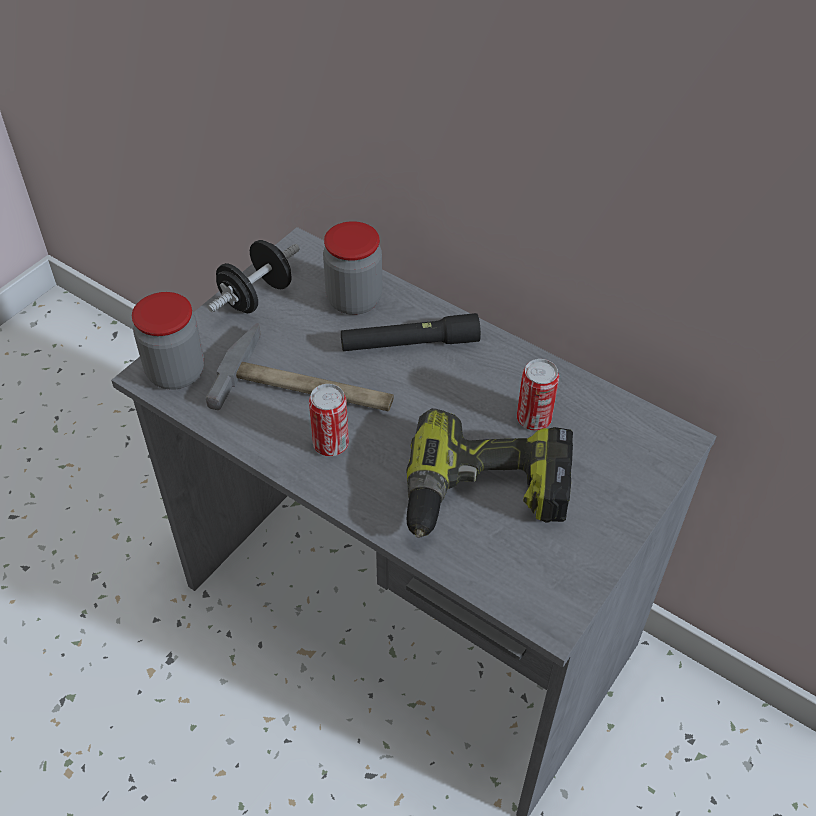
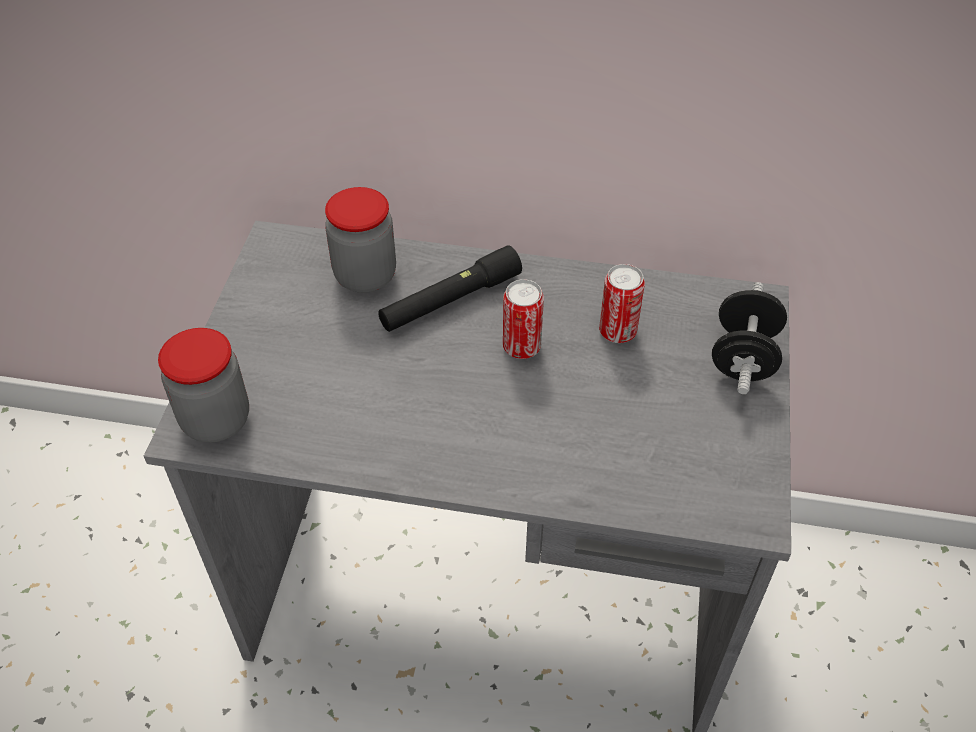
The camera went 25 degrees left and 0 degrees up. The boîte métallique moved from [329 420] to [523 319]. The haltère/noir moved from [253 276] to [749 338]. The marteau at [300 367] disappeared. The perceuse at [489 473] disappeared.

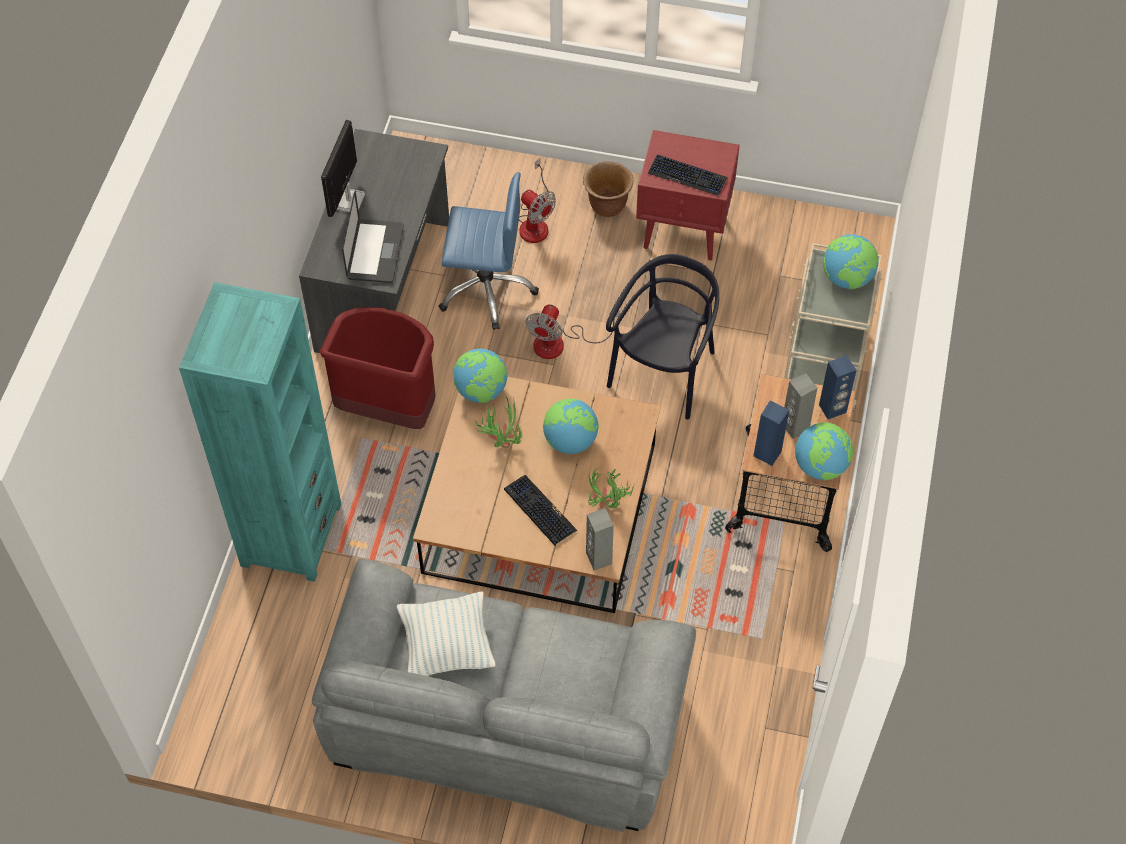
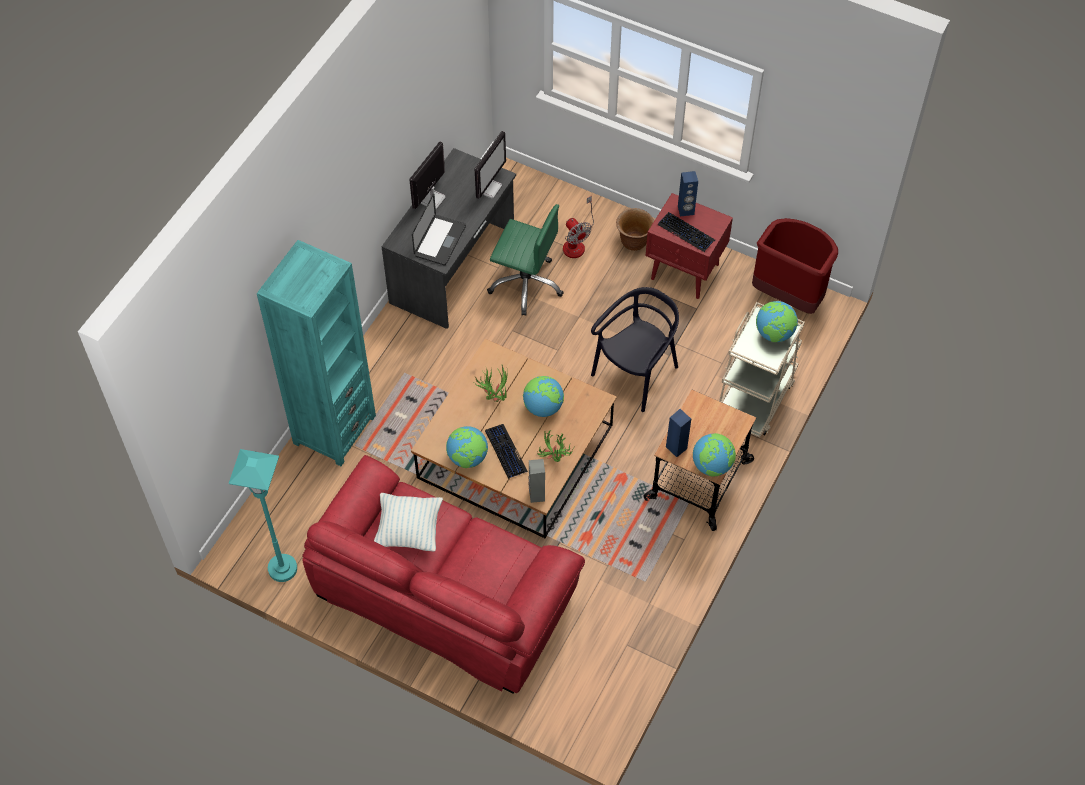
The camera went 15 degrees right and 0 degrees up. The lampadaire/turquoise at [263 515] appeared. The canapé/gris at [504 695] became the canapé/rouge at [443 574]. The globe moved from [480 376] to [467 447]. The écran d'ordinateur at [490 165] appeared. The chaise de bureau/bleu at [488 251] became the chaise de bureau/vert at [525 260]. The enceinte/bleu moved from [838 387] to [688 194]. The poubelle/rouge moved from [377 368] to [795 266]. The ventilateur at [572 331] disappeared. The enceinte/gris at [800 406] disappeared.

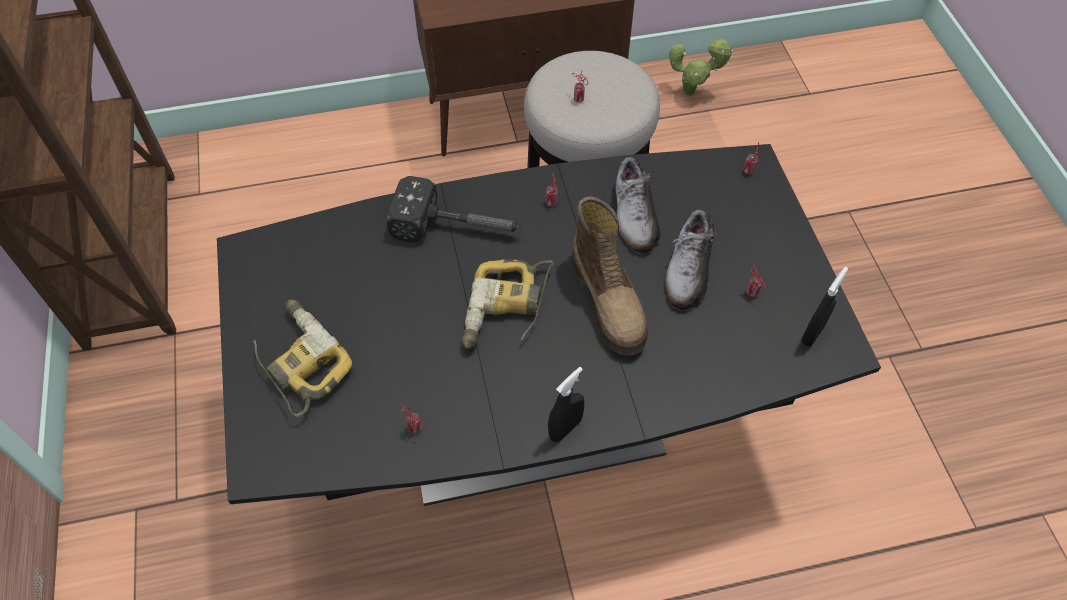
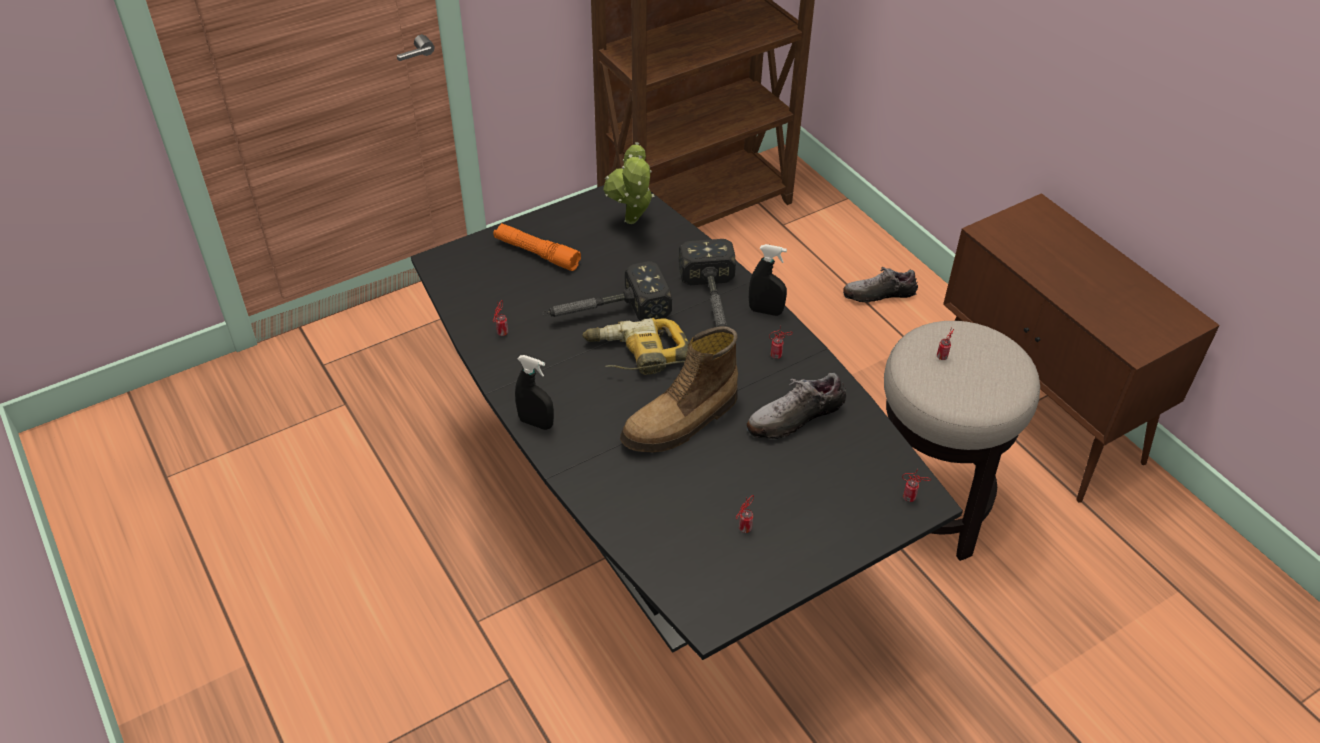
The camera went 70 degrees right and 10 degrees down. The perceuse at [303 359] was replaced by the lampe de poche/orange at [537 247]. The marteau at [607 290] appeared. The plante en pot moved from [701 67] to [629 183]. The vaporisateur/noir moved from [824 306] to [768 280]. The chaussure moved from [690 259] to [880 284].

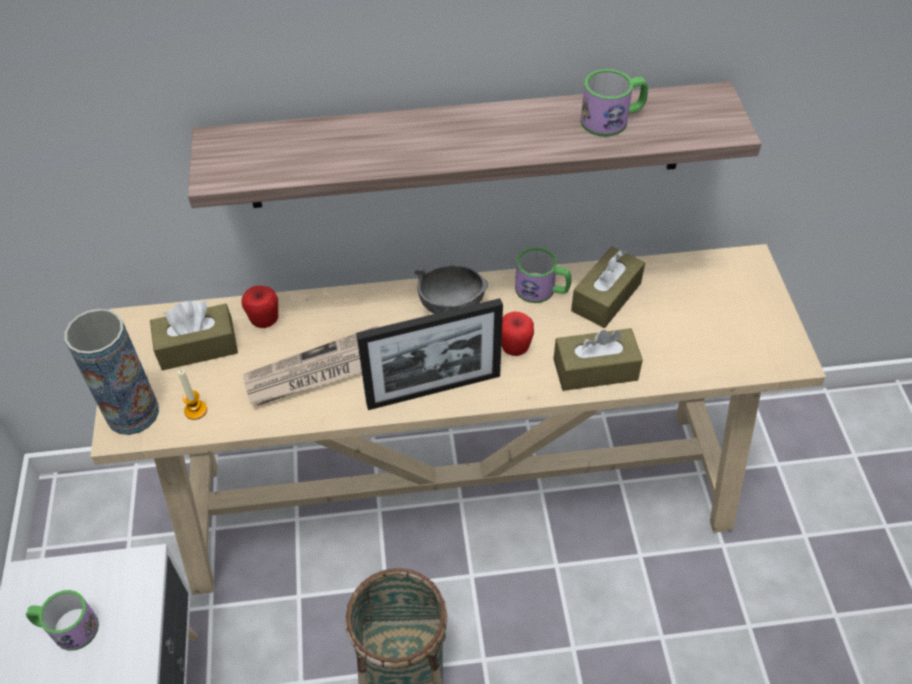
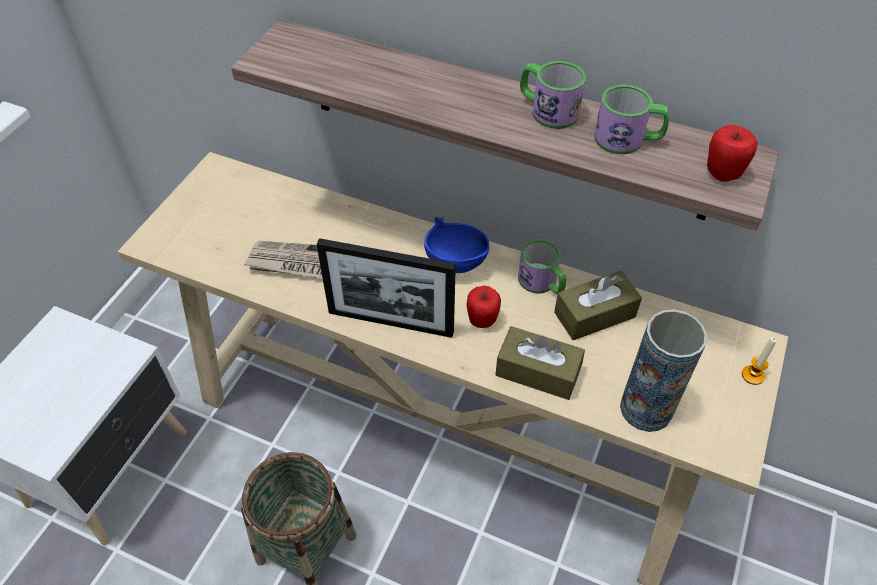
The camera went 30 degrees right and 0 degrees up. The bol/gris at [451 289] became the bol/bleu at [457 245]. The mug moved from [62 620] to [553 95]. The vase moved from [112 372] to [663 370]. The pomme moved from [259 307] to [732 153]. The bougie moved from [192 394] to [759 361]. The boîte à mouchoirs/marron at [194 335] disappeared.

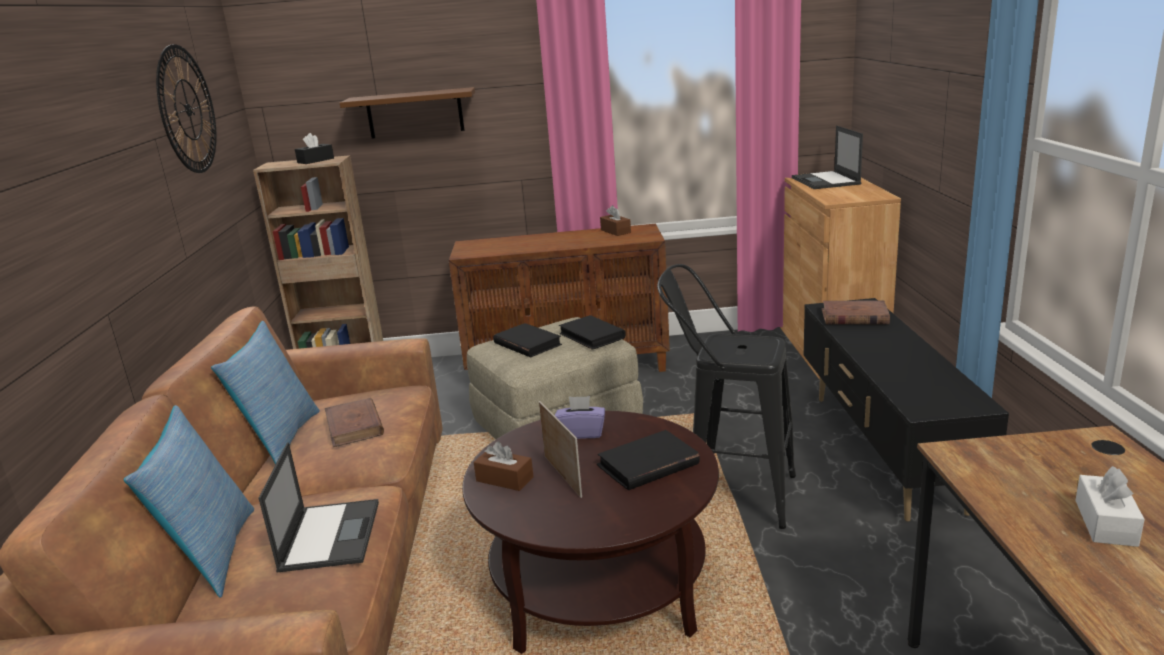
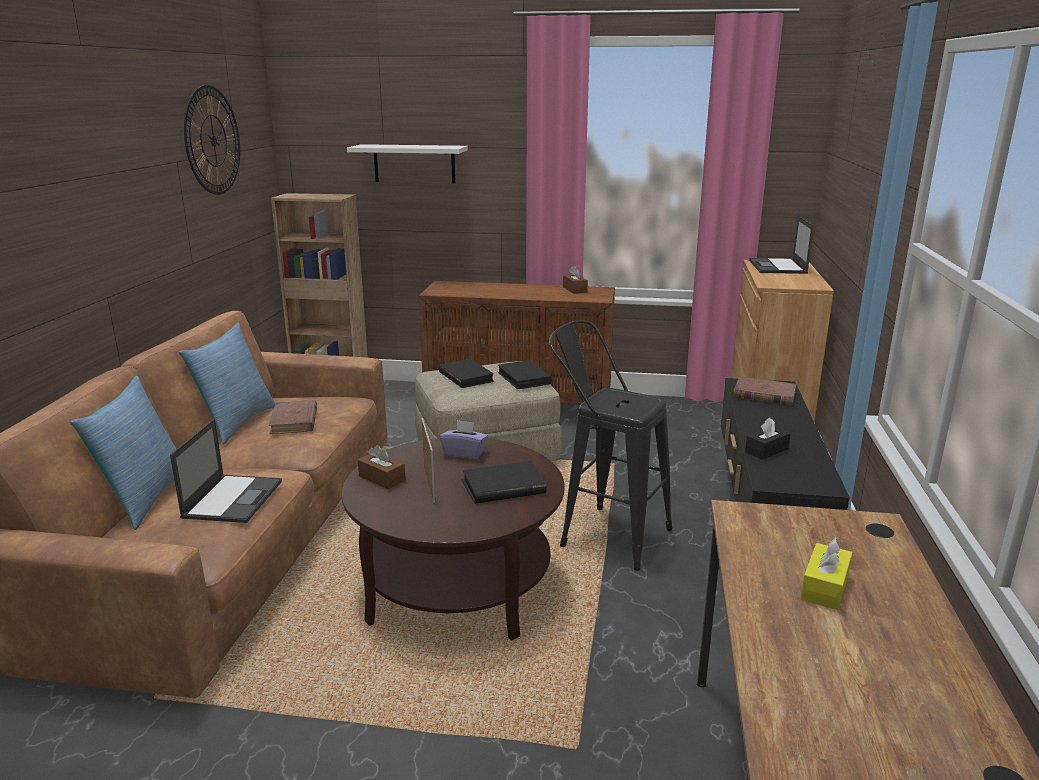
The camera went 10 degrees right and 0 degrees up. The étagère/marron at [407 113] became the étagère/blanc at [407 164]. The boîte à mouchoirs/noir moved from [314 148] to [768 439]. The boîte à mouchoirs/blanc at [1110 506] became the boîte à mouchoirs/jaune at [826 573].

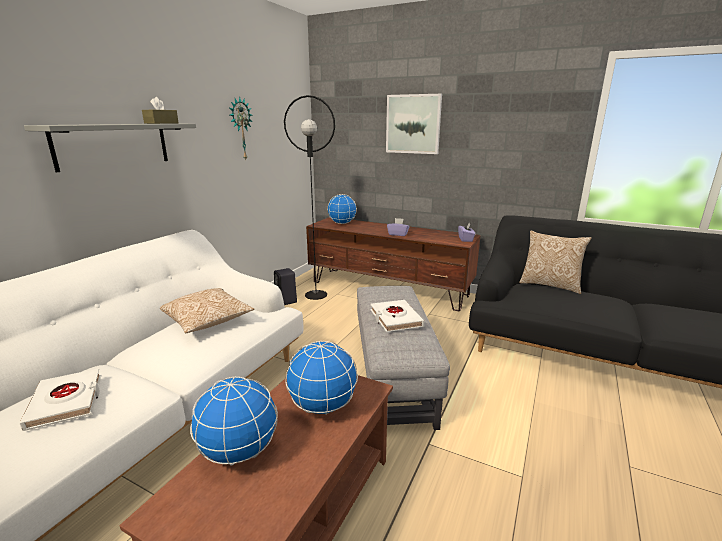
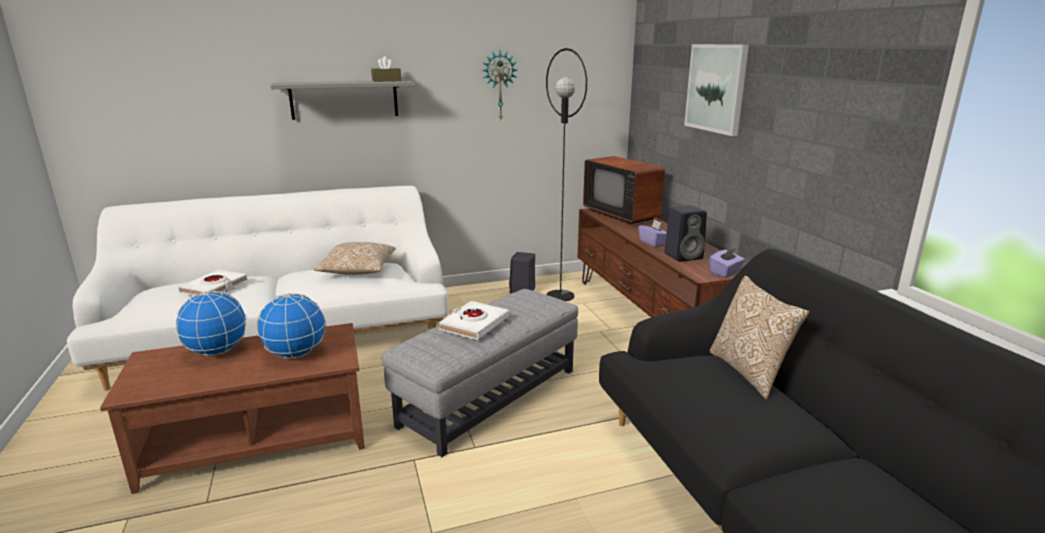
The camera went 45 degrees right and 0 degrees up. The globe at [342 209] was replaced by the téléviseur at [624 179]. The enceinte/noir at [685 233] appeared.

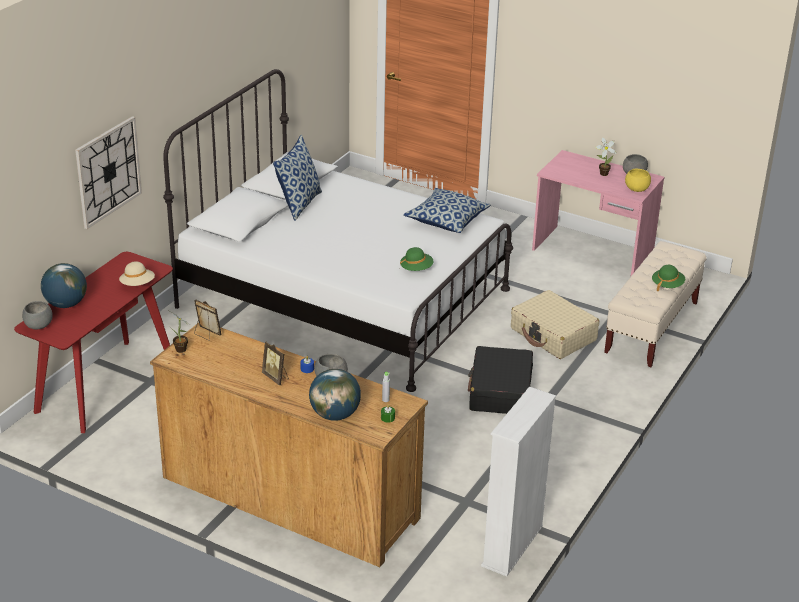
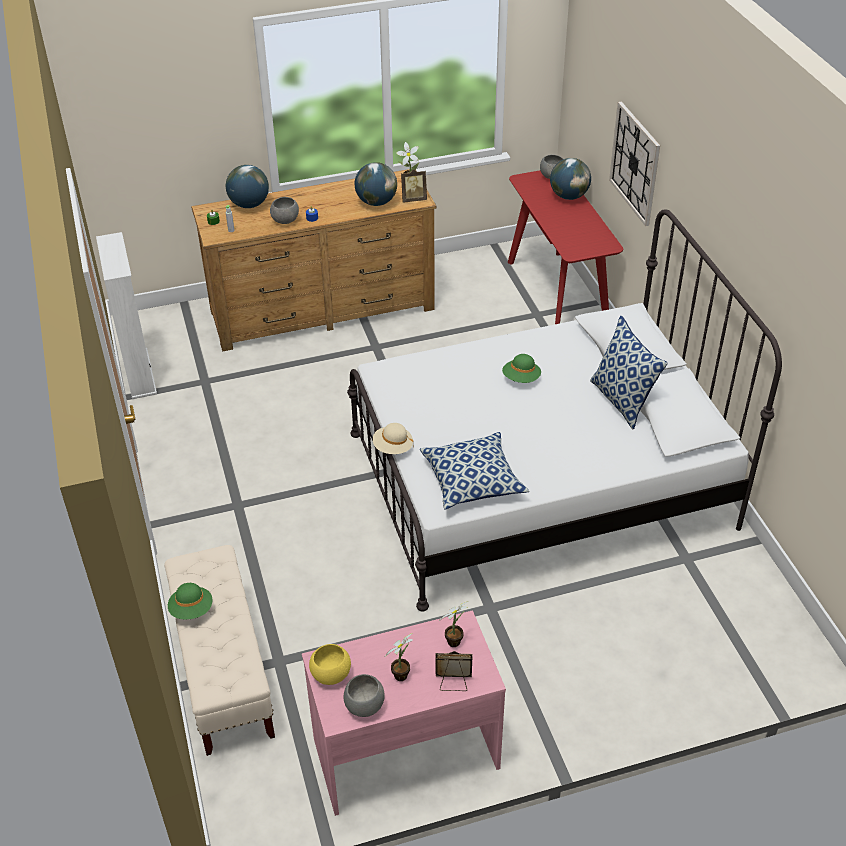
The camera went 135 degrees right and 10 degrees up. The globe at [376 184] appeared. The chapeau/beige moved from [137 273] to [393 438]. The cadre photo moved from [275 363] to [453 671]. The plante en pot at [453 624] appeared. The chapeau/vert moved from [416 259] to [521 368]. The valise/noir at [500 380] disappeared. The valise/beige at [555 324] disappeared.

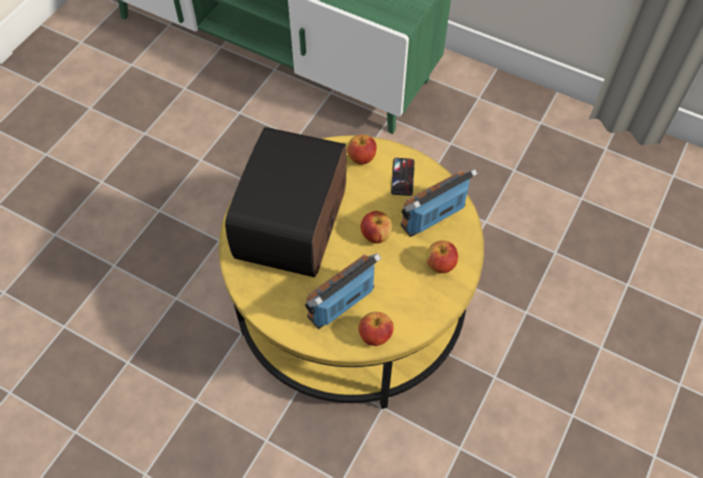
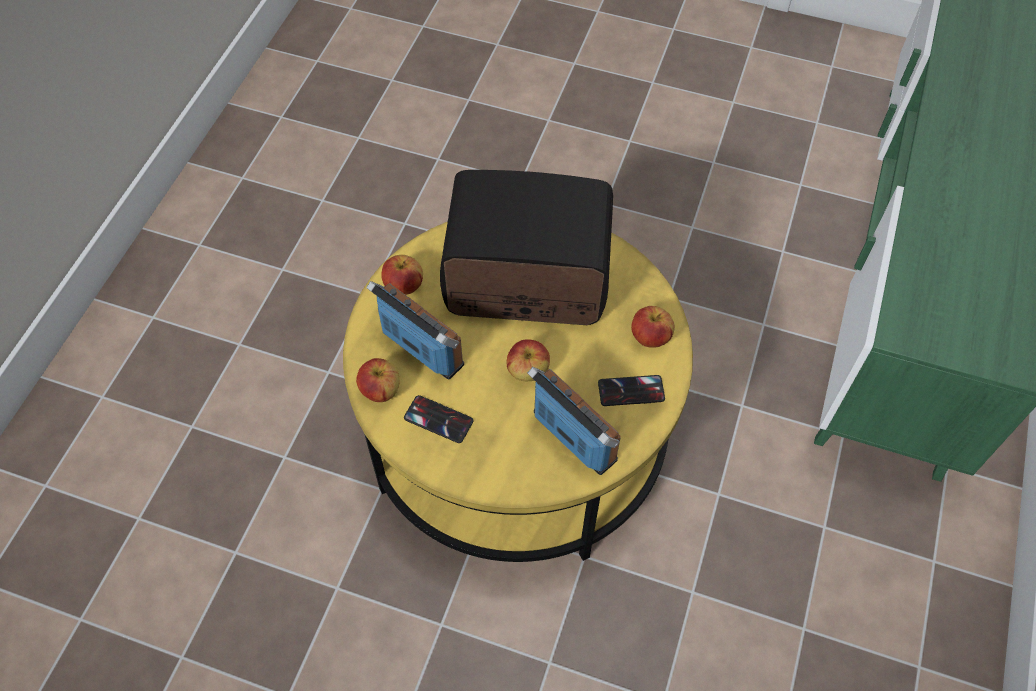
The camera went 80 degrees right and 0 degrees up. The pomme moved from [442 256] to [402 275]. The téléphone at [439 419] appeared.

